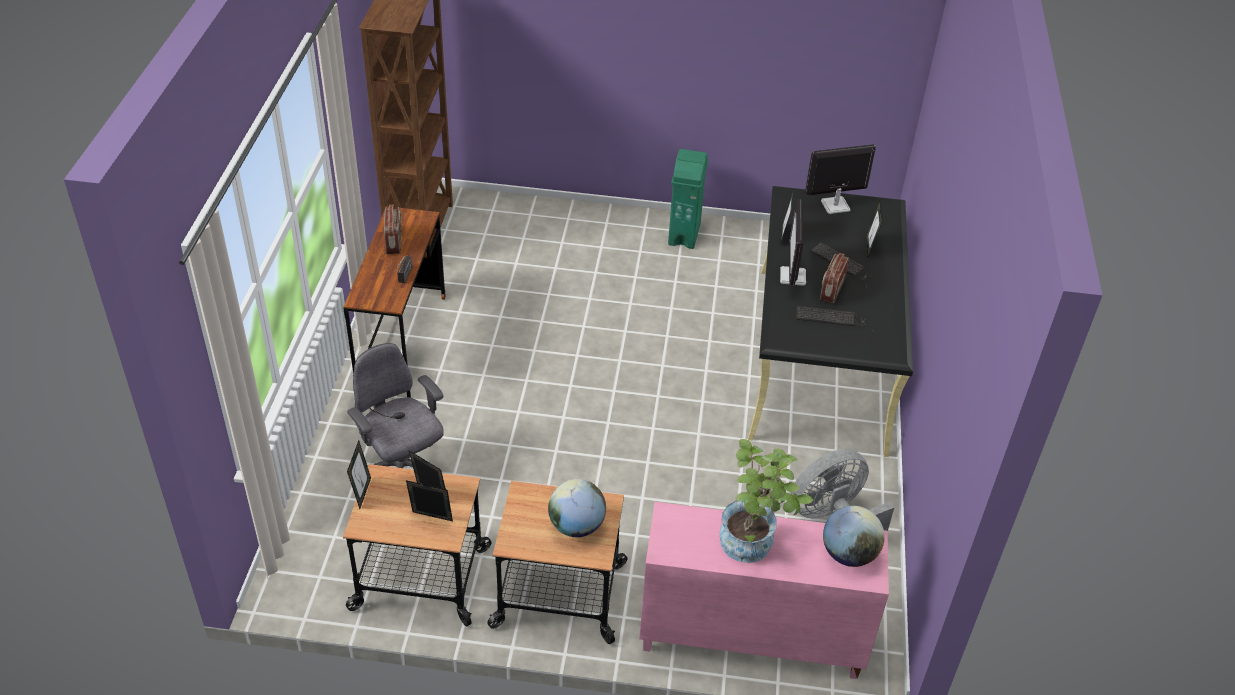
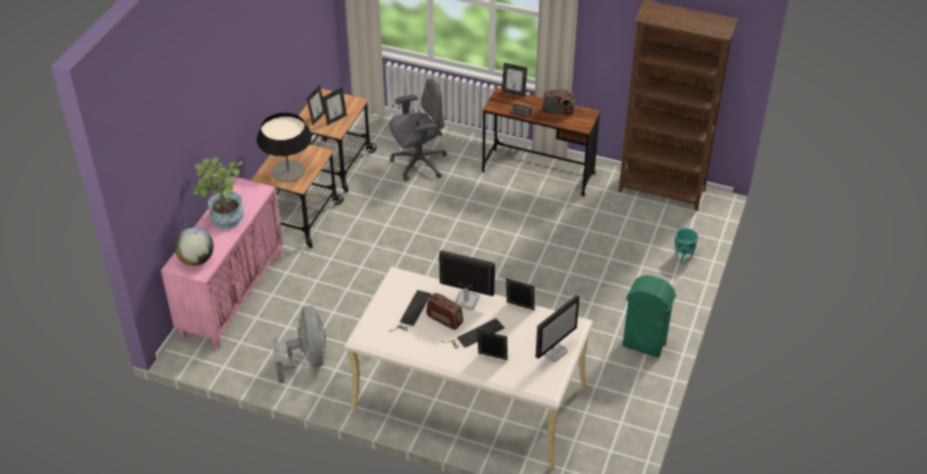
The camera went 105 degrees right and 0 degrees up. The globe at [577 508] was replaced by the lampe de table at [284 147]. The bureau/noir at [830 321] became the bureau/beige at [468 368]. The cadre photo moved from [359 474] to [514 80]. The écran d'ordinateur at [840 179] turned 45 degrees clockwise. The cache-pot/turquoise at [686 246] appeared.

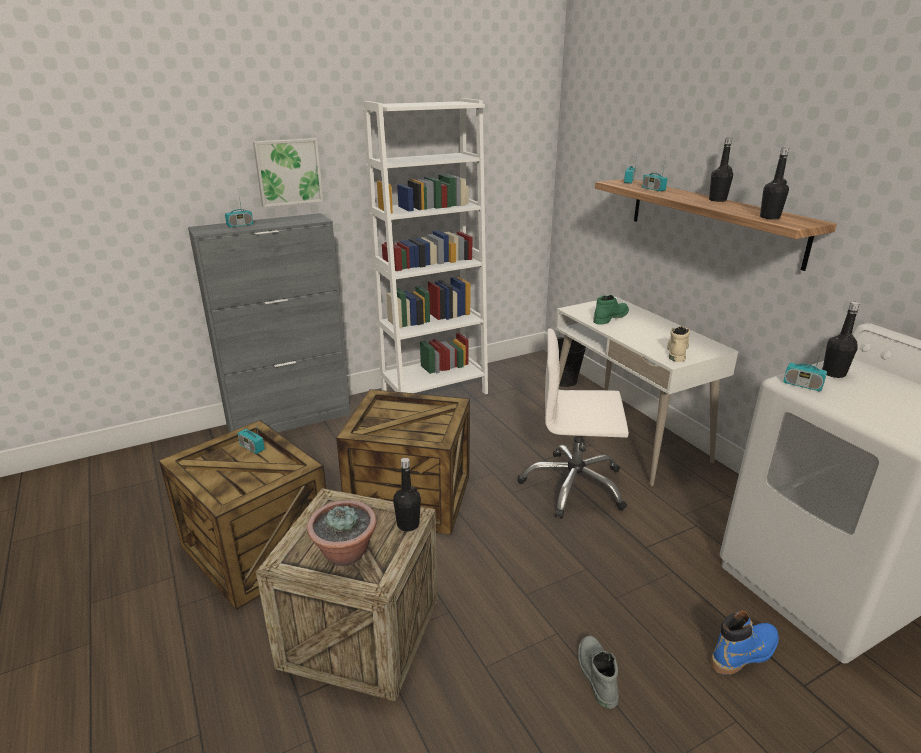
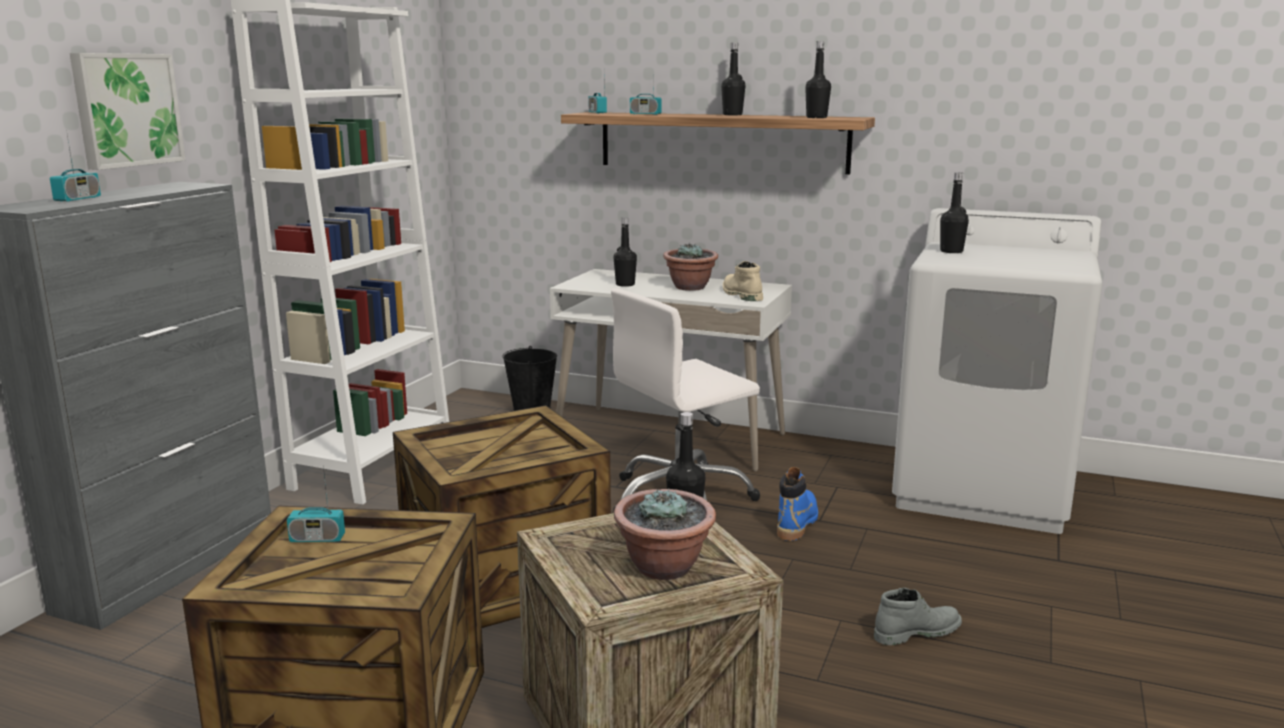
The camera went 40 degrees left and 10 degrees down. The botte/vert at [611 310] was replaced by the bouteille/noir at [625 252]. The plante en pot at [690 267] appeared. The botte/bleu moved from [745 643] to [797 504]. The botte/gris at [598 672] turned 120 degrees clockwise. The radio at [805 364] disappeared.

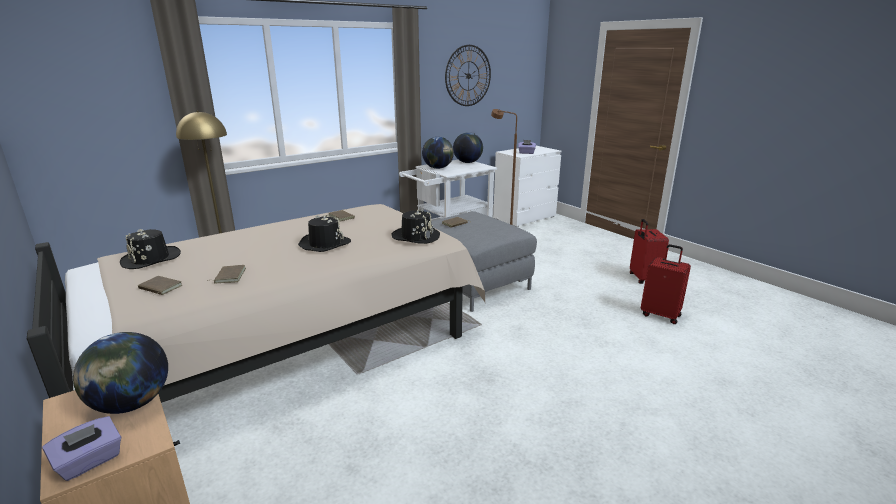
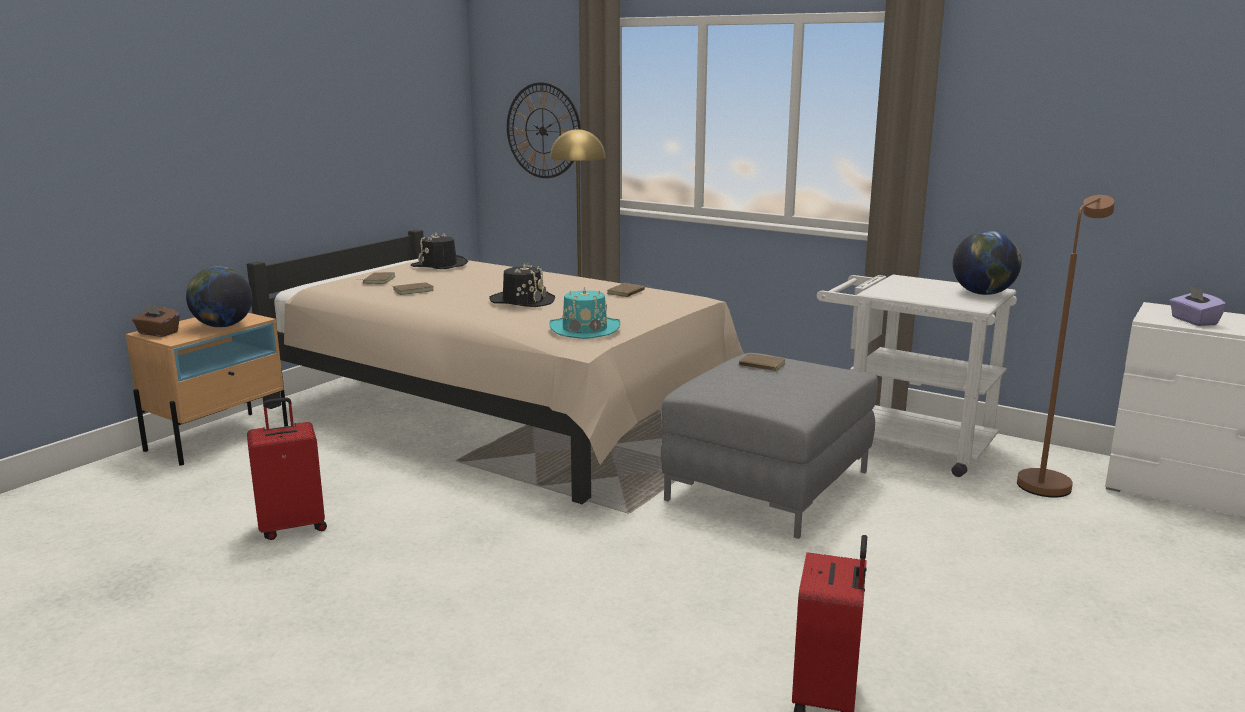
The camera went 70 degrees right and 5 degrees down. The boîte à mouchoirs/violet at [81 448] became the boîte à mouchoirs/marron at [156 320]. The valise/rouge moved from [649 251] to [287 468]. The horloge murale moved from [468 75] to [543 130]. The chapeau/noir at [415 226] became the chapeau/turquoise at [584 313]. The globe at [438 153] disappeared.

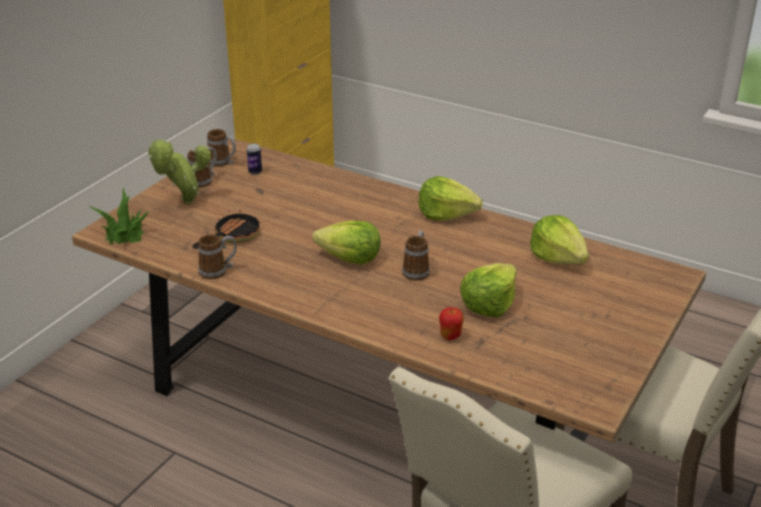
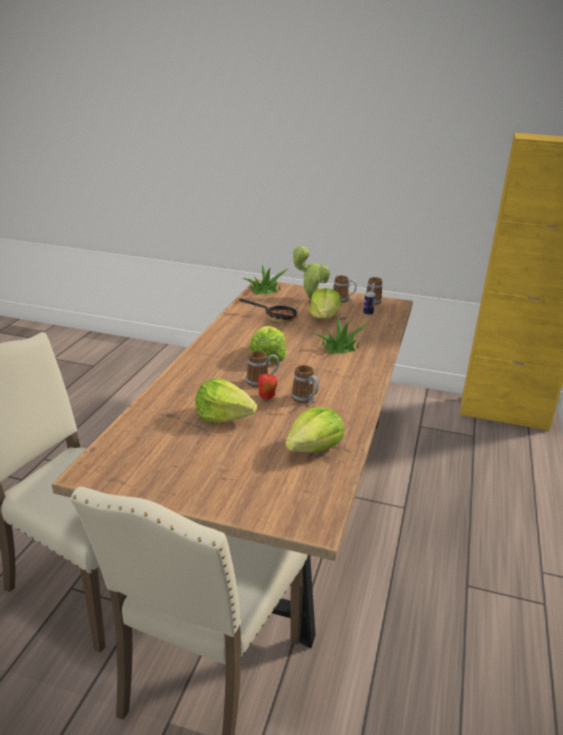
The camera went 75 degrees right and 5 degrees down. The pomme moved from [451 323] to [267 386]. The mug moved from [217 256] to [305 384]. The laitue moved from [451 198] to [325 303]. The plante en pot at [342 335] appeared.

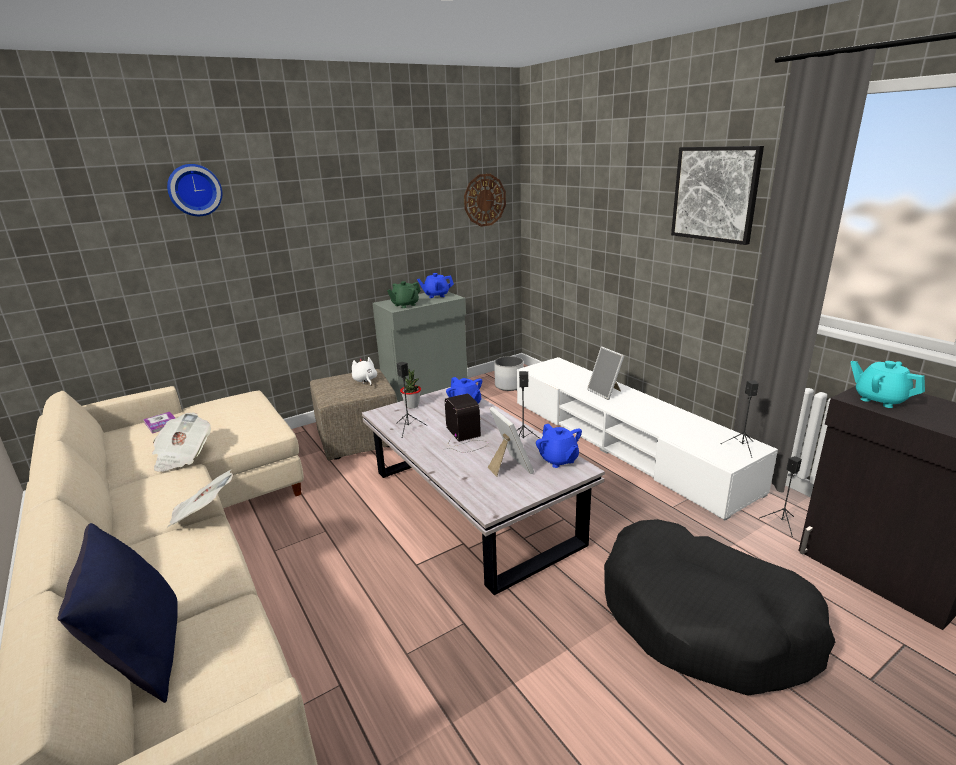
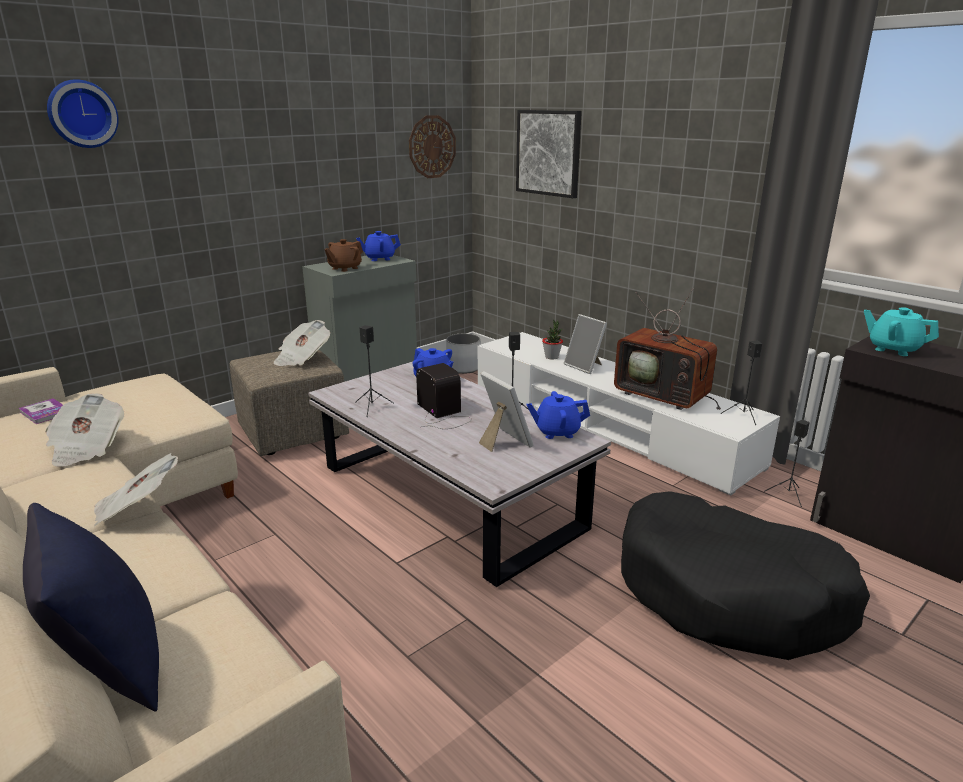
The camera went 10 degrees left and 0 degrees up. The peluche/blanc at [364 371] was replaced by the journal at [301 343]. The théière/vert at [404 294] became the théière/marron at [343 255]. The tableau moved from [717 195] to [549 154]. The théière/bleu at [559 446] turned 120 degrees clockwise. The plante en pot moved from [410 389] to [552 340]. The téléviseur at [667 349] appeared.

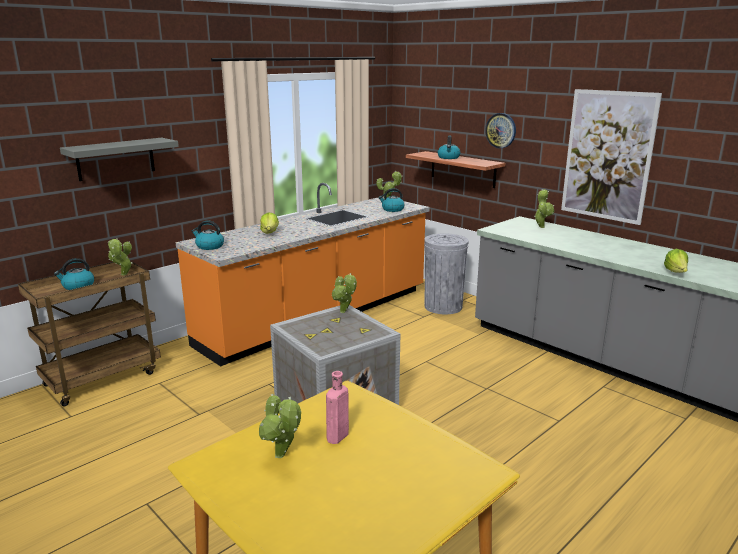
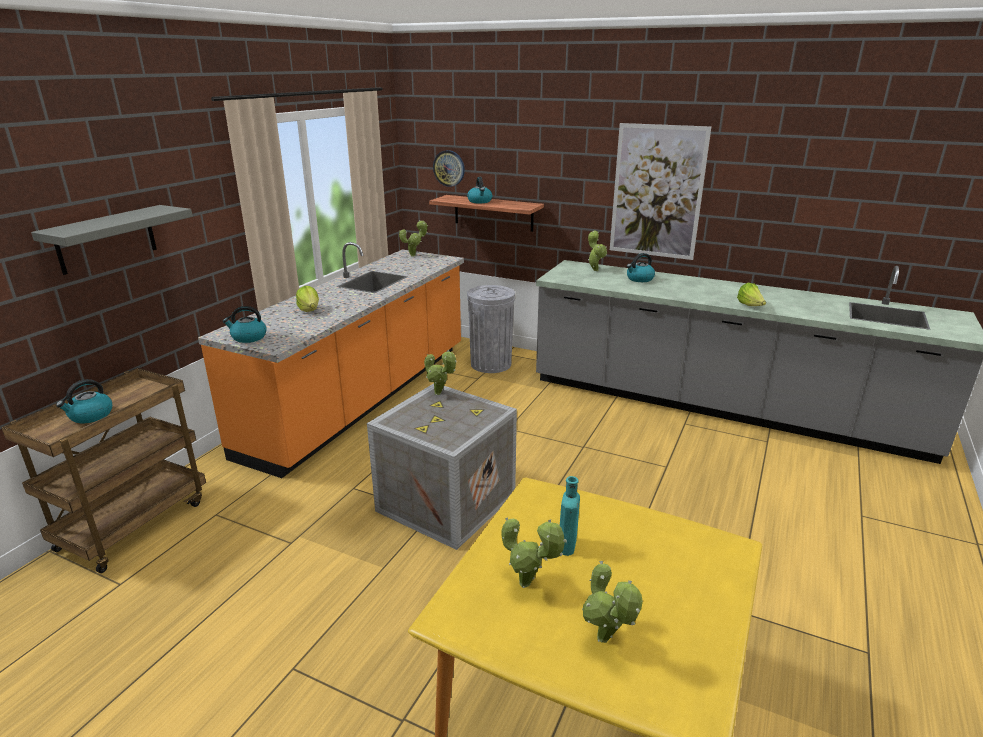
The camera went 20 degrees left and 5 degrees up. The horloge murale moved from [500 130] to [449 168]. The bouteille/rose at [337 407] became the bouteille/turquoise at [570 516]. The plante en pot moved from [120 257] to [612 602]. The bouilloire moved from [392 200] to [641 267].

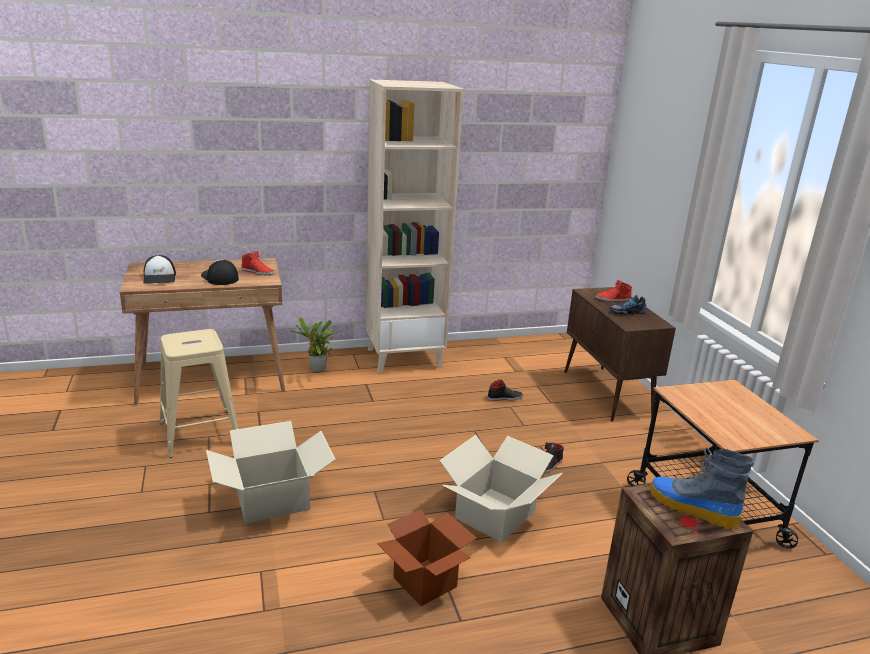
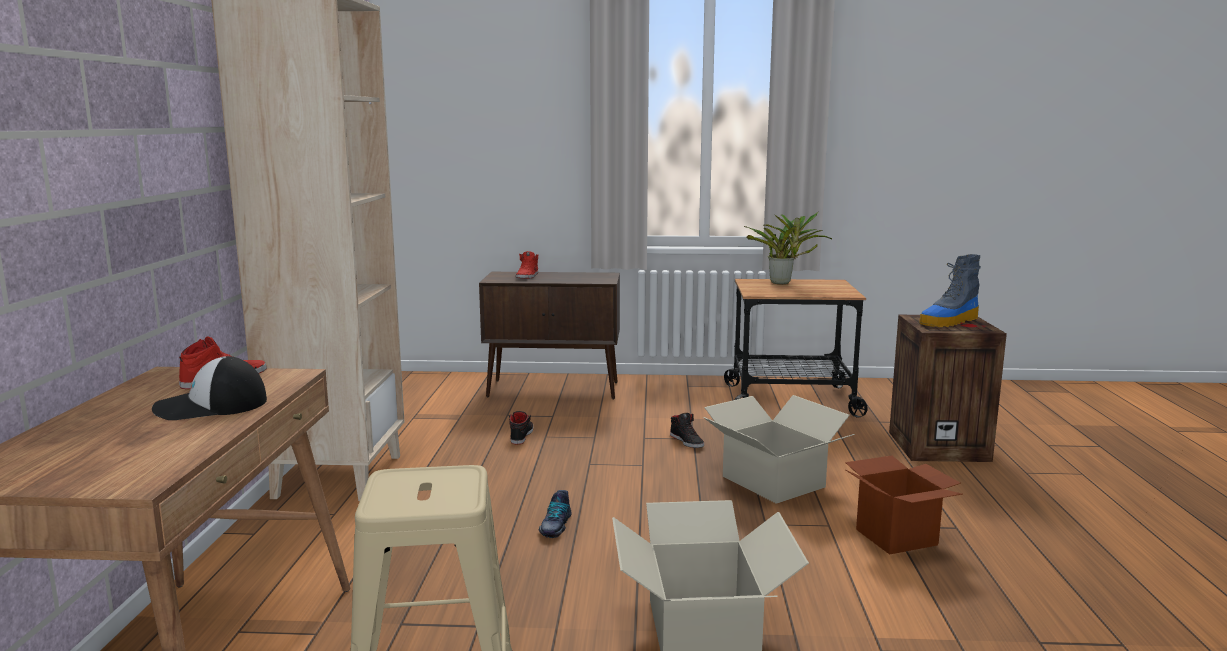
The camera went 70 degrees left and 10 degrees down. The chaussure moved from [628 305] to [555 514]. The plante en pot moved from [315 345] to [788 247]. The casquette at [159 269] disappeared.

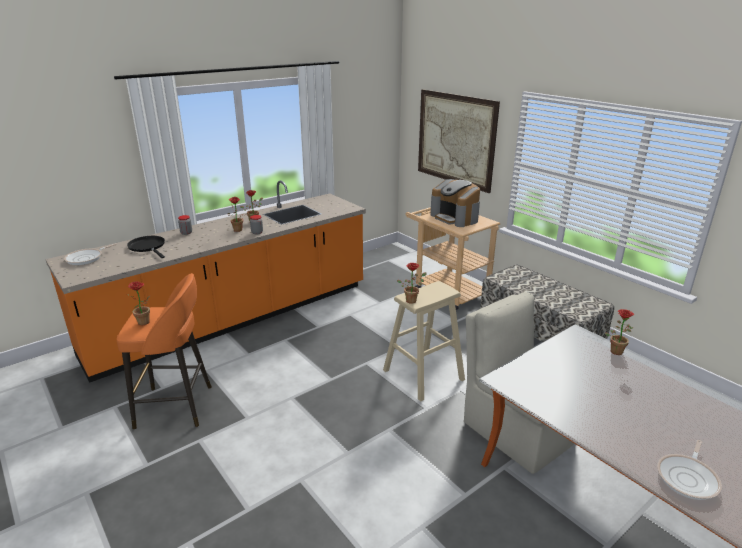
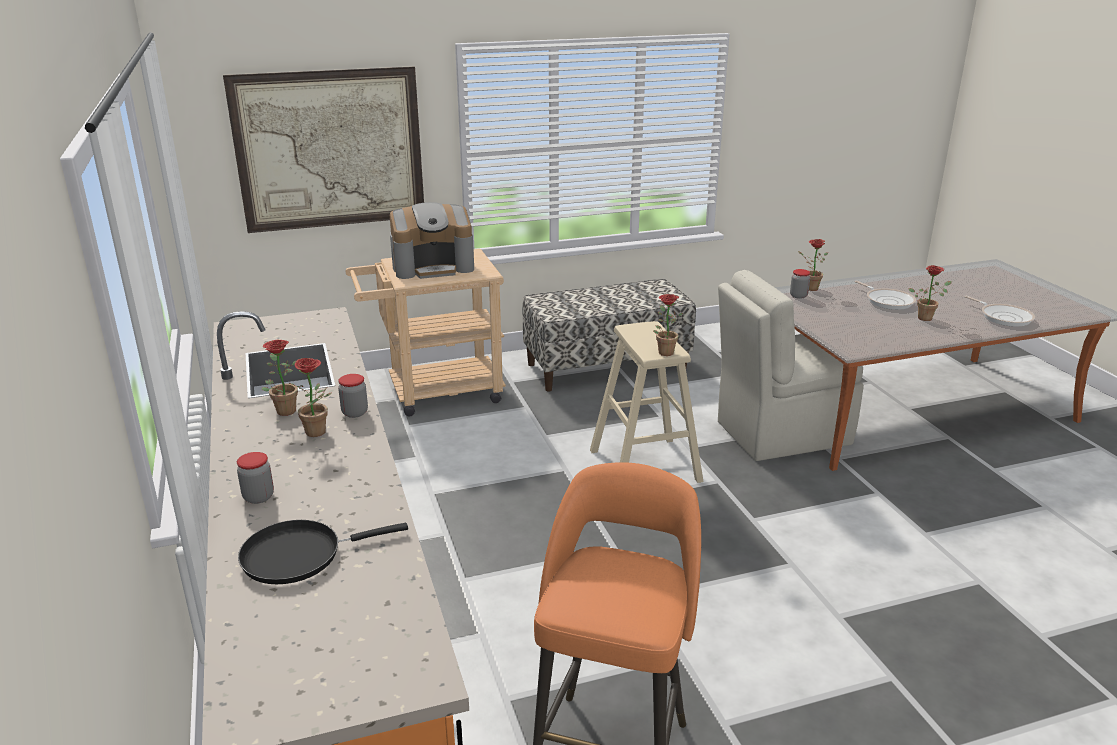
The camera went 70 degrees left and 0 degrees up. The bocal at [800 284] appeared. The poêle moved from [90 254] to [885 295]. The plante en pot moved from [138 303] to [930 293].

